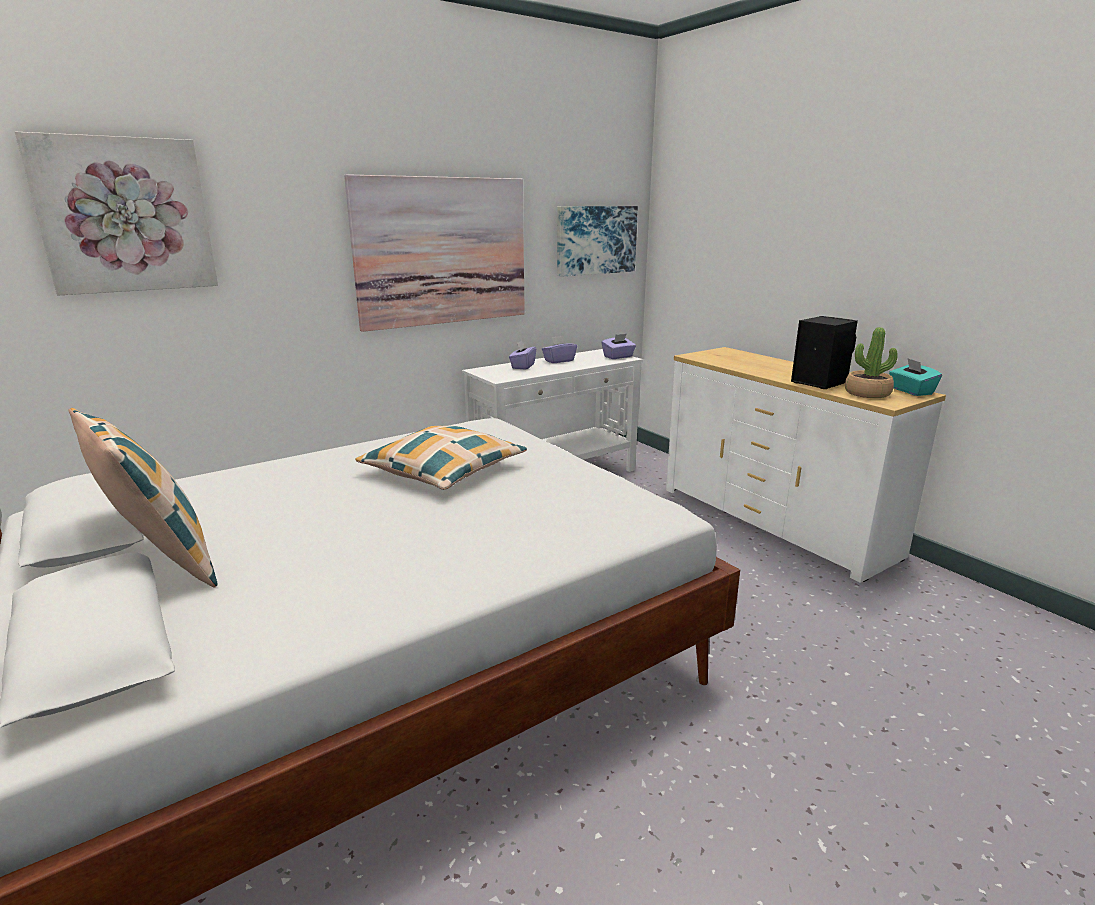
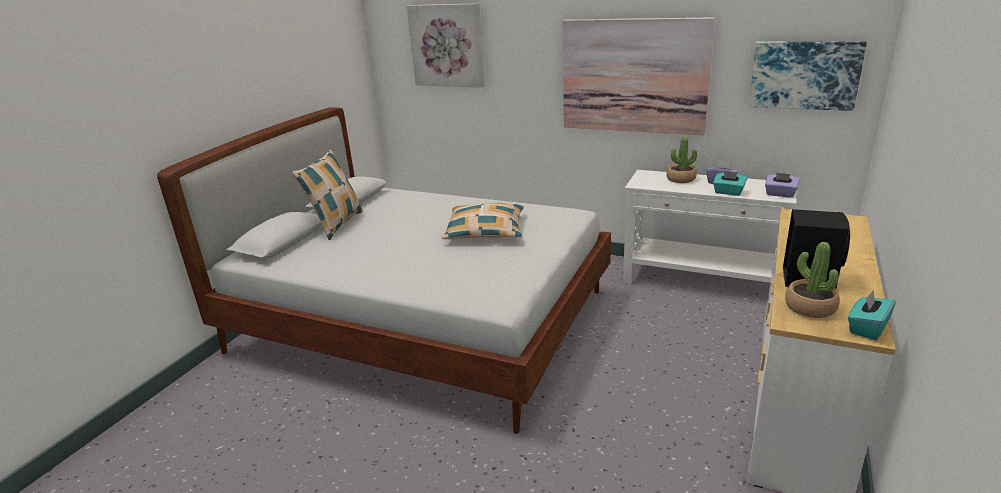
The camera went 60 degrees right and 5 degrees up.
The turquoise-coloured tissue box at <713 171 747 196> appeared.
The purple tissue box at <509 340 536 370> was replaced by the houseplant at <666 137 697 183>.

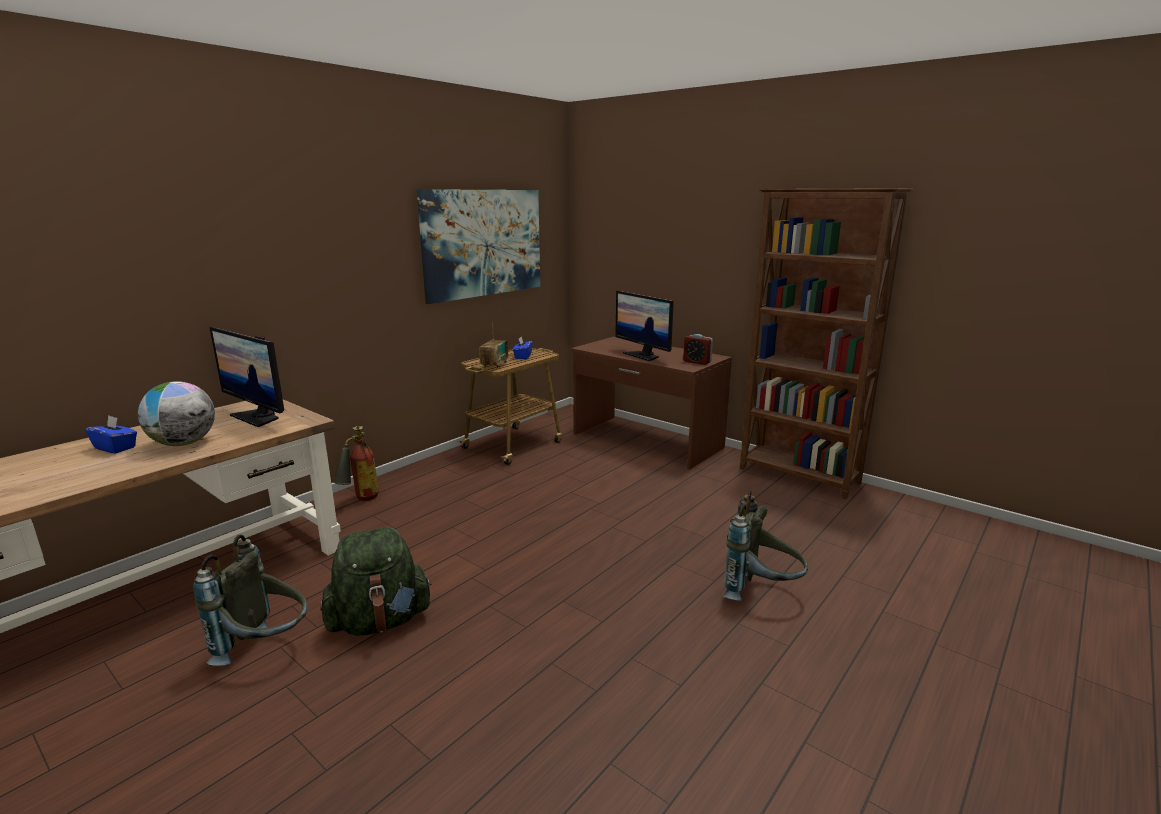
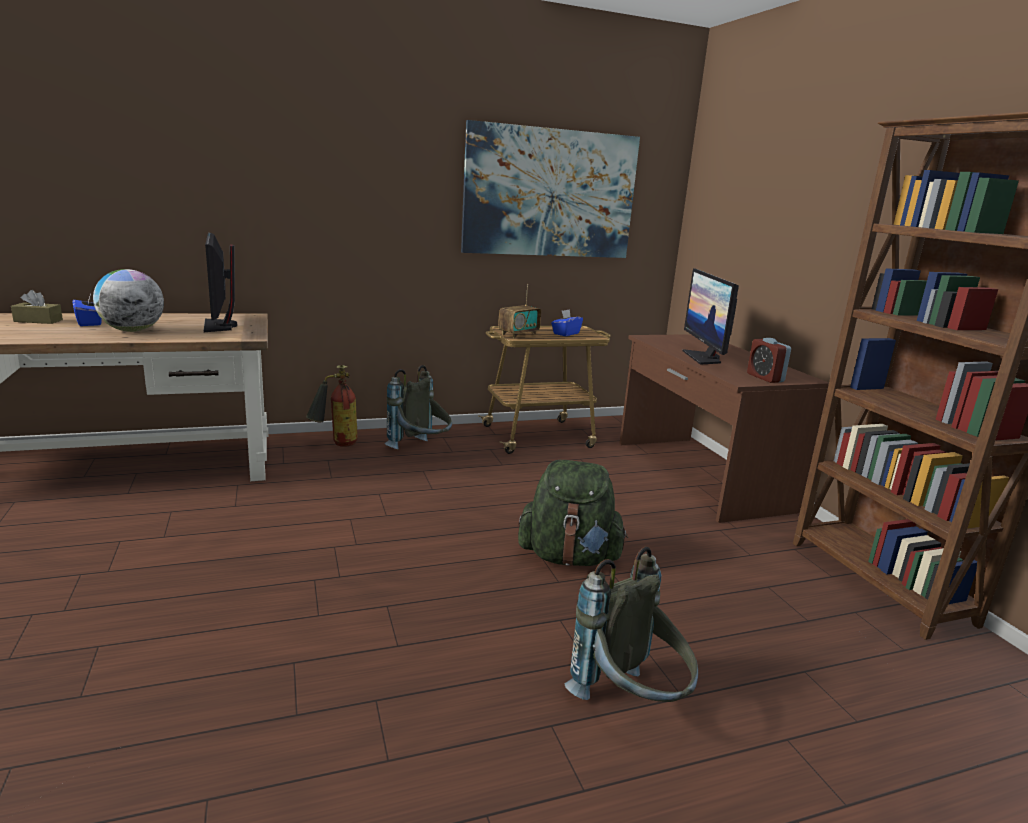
The camera went 30 degrees right and 0 degrees up.
The brownish tissue box at <11 290 63 324> appeared.
The greyish backpack moved from <193 534 307 666> to <385 365 452 450>.
The green-coloured backpack moved from <320 527 432 636> to <518 460 628 566>.

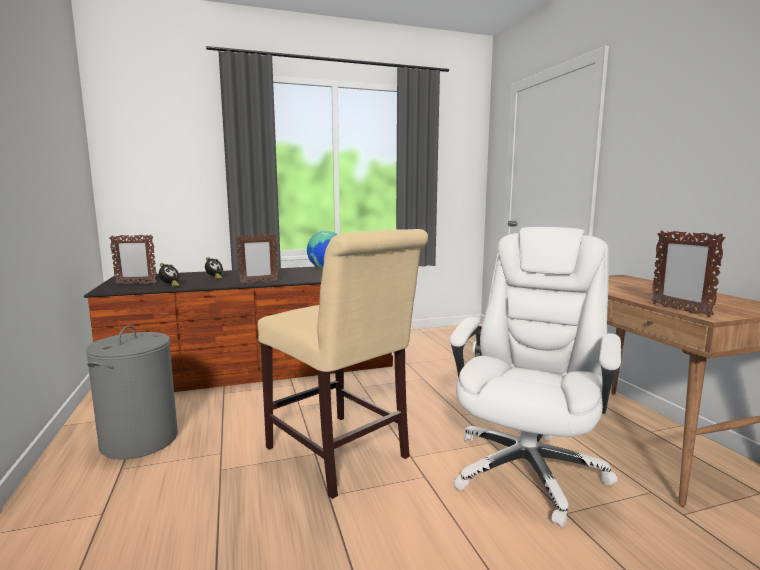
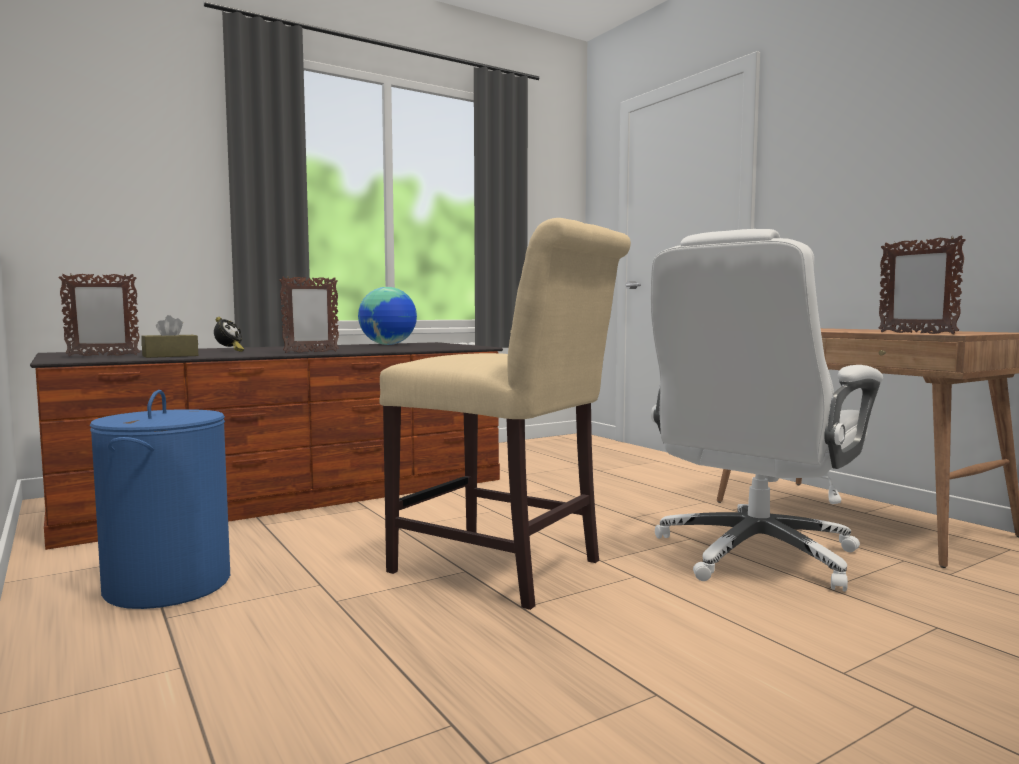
The camera went 15 degrees left and 5 degrees down.
The table clock at <159 263 180 287> was replaced by the brownish tissue box at <141 315 198 358>.
The greyish washing basket at <86 326 178 460> became the bluish washing basket at <90 390 230 609>.
The white-coloured office chair at <449 227 621 527> turned 150 degrees counterclockwise.

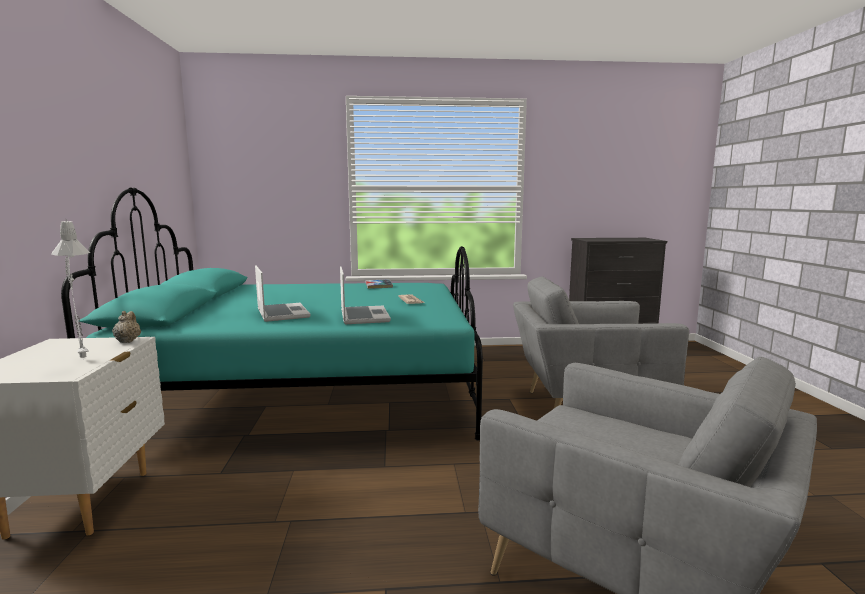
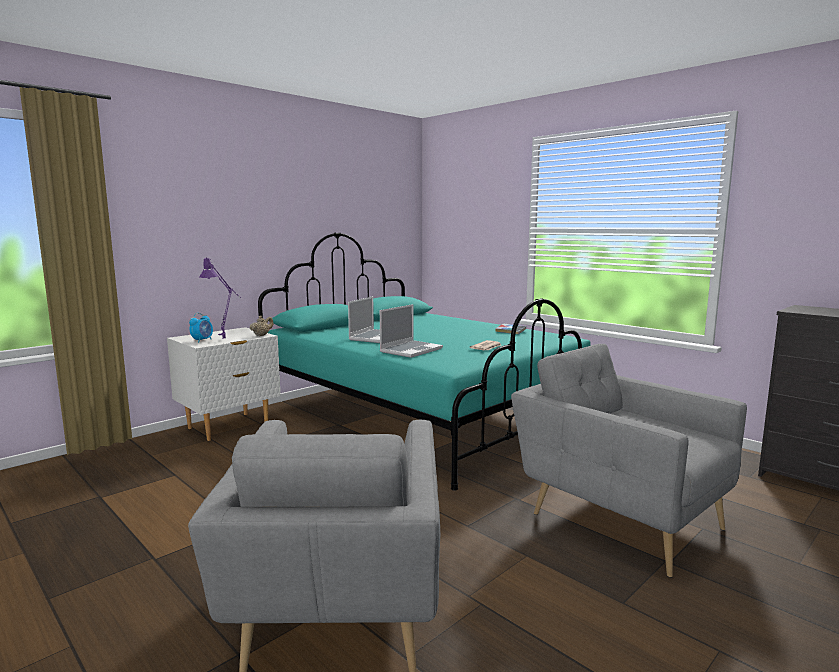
The camera went 50 degrees right and 0 degrees up.
The table clock at <189 313 213 343> appeared.
The greyish tabletop lamp at <51 219 90 358> became the purple tabletop lamp at <200 257 241 338>.

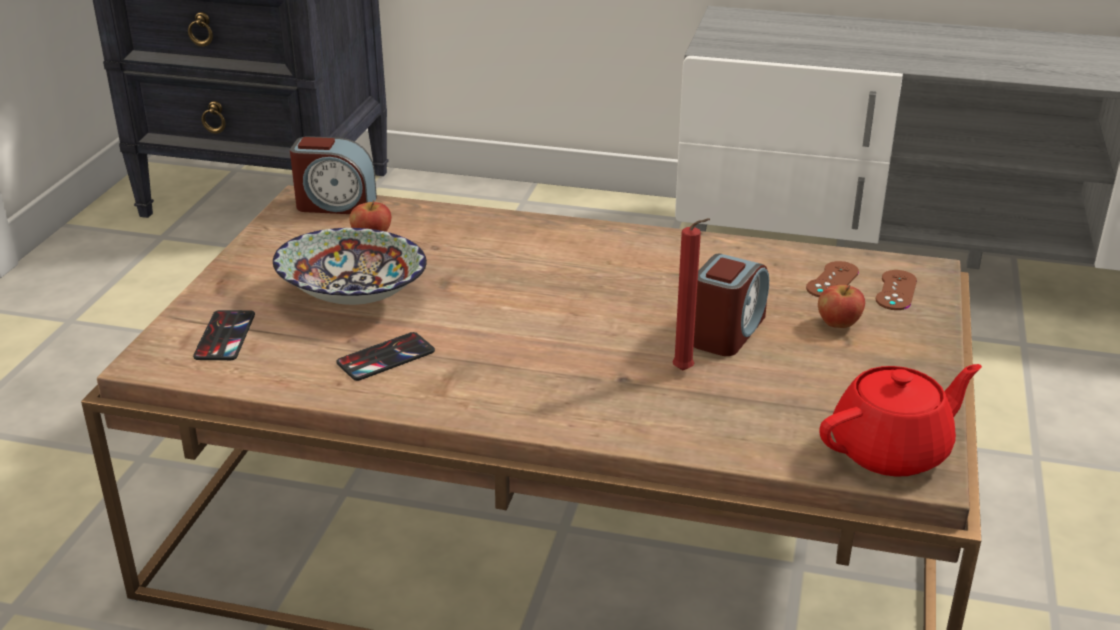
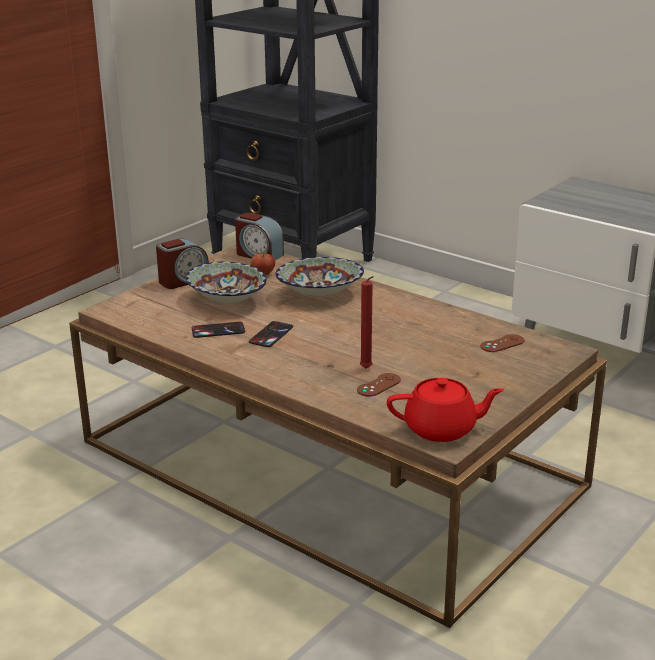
The camera went 25 degrees right and 5 degrees down.
The apple at <818 285 865 328> disappeared.
The bowl at <275 257 364 296> appeared.
The telephone moved from <193 310 255 360> to <249 321 293 347>.
The table clock moved from <693 253 769 356> to <156 238 209 289>.
The brownish game controller moved from <876 270 917 310> to <357 373 401 397>.

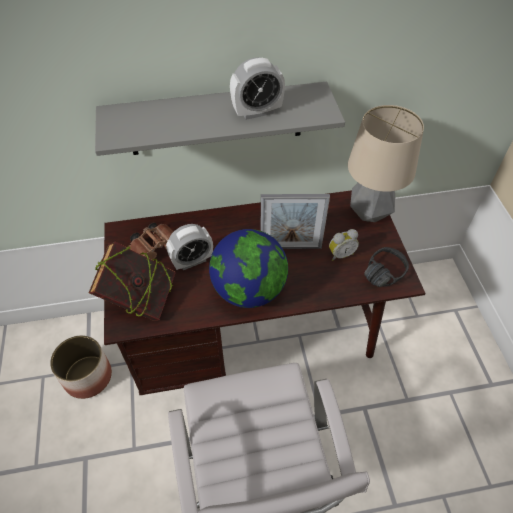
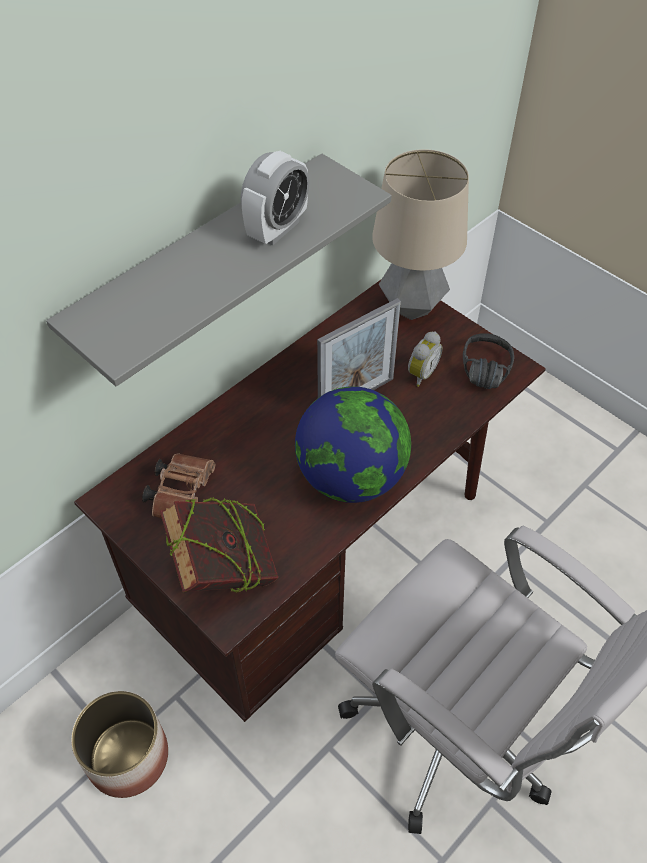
The camera went 35 degrees left and 0 degrees up.
The table clock at <166 224 213 270> disappeared.

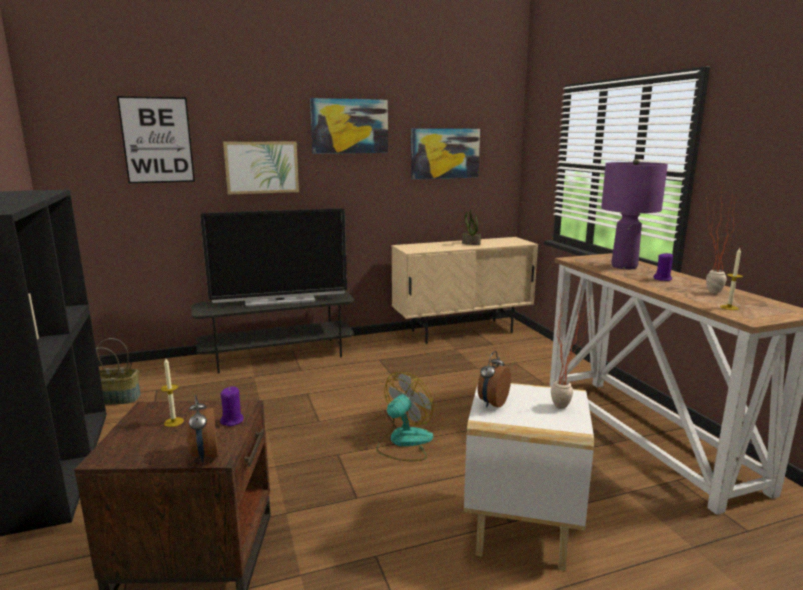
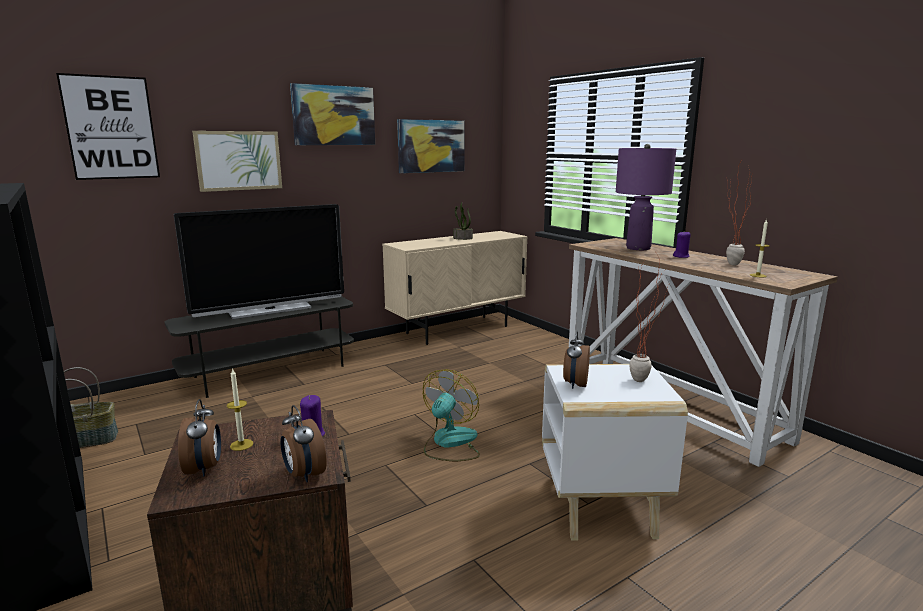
The camera went 15 degrees left and 0 degrees up.
The table clock at <178 399 221 477> appeared.

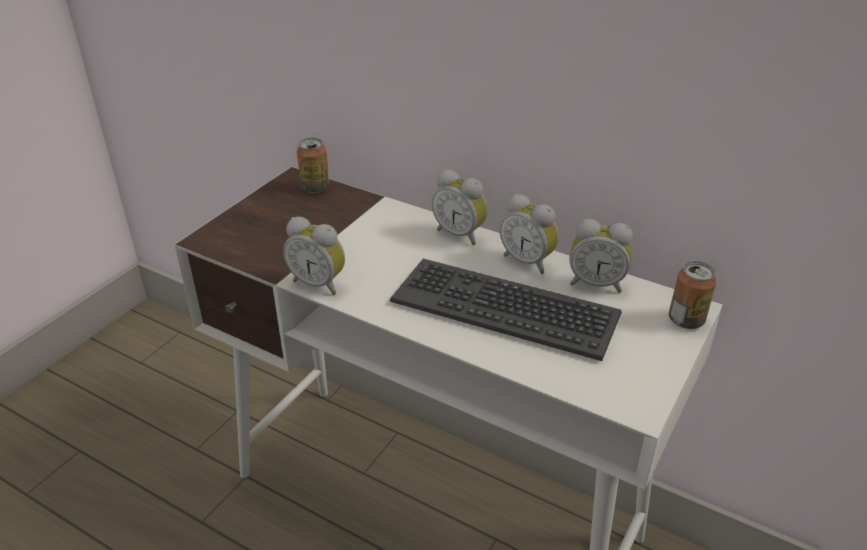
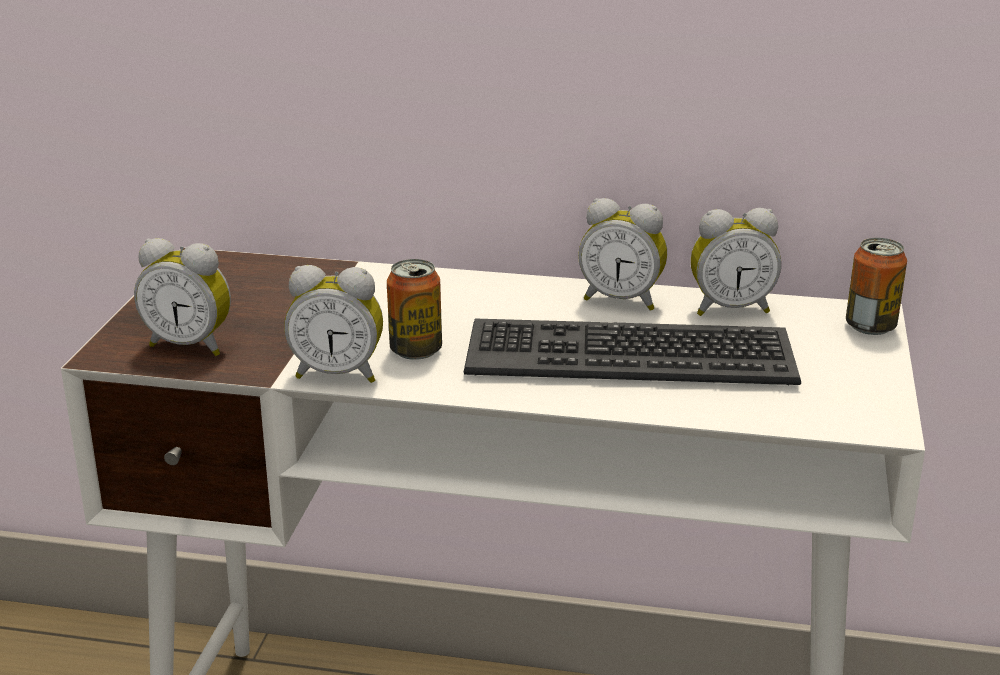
The camera went 20 degrees left and 10 degrees down.
The metal can moved from <297 138 330 193> to <387 259 442 360>.
The table clock moved from <432 170 488 245> to <134 238 231 356>.

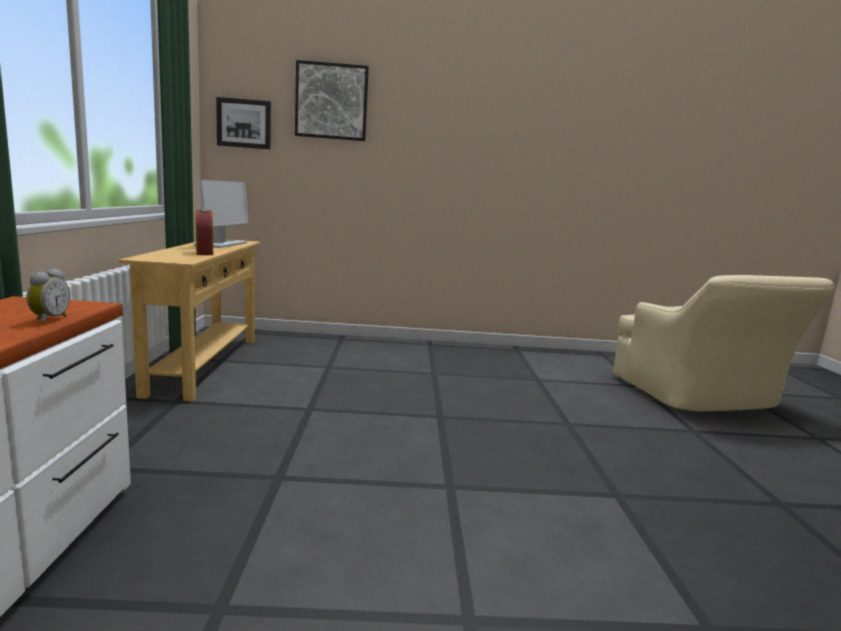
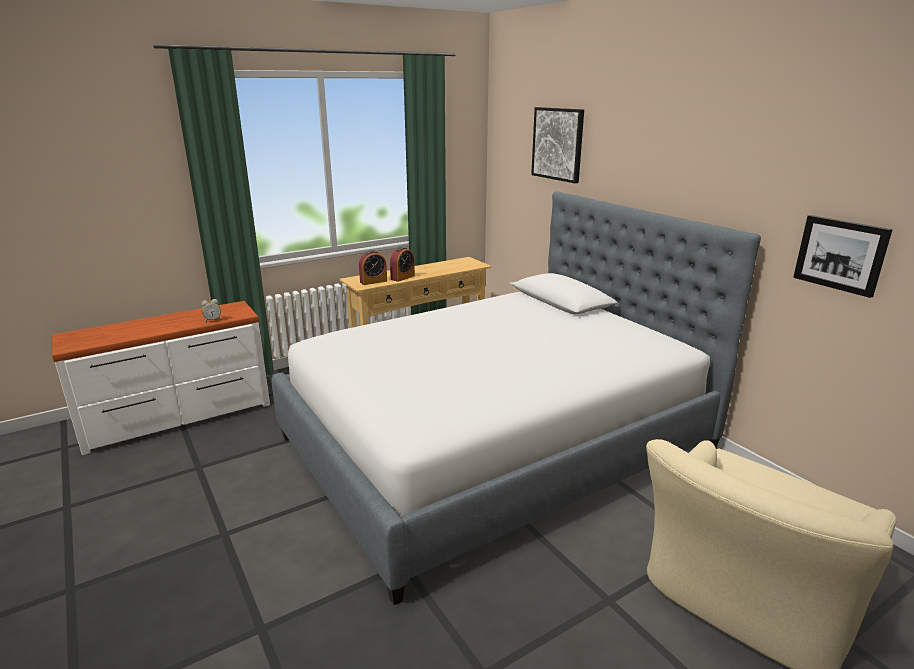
The camera went 60 degrees right and 10 degrees up.
The computer screen at <194 180 248 248> disappeared.
The bedroom bed at <271 191 761 605> appeared.
The table clock at <359 250 387 285> appeared.
The wall picture moved from <216 97 271 149> to <793 215 893 298>.

